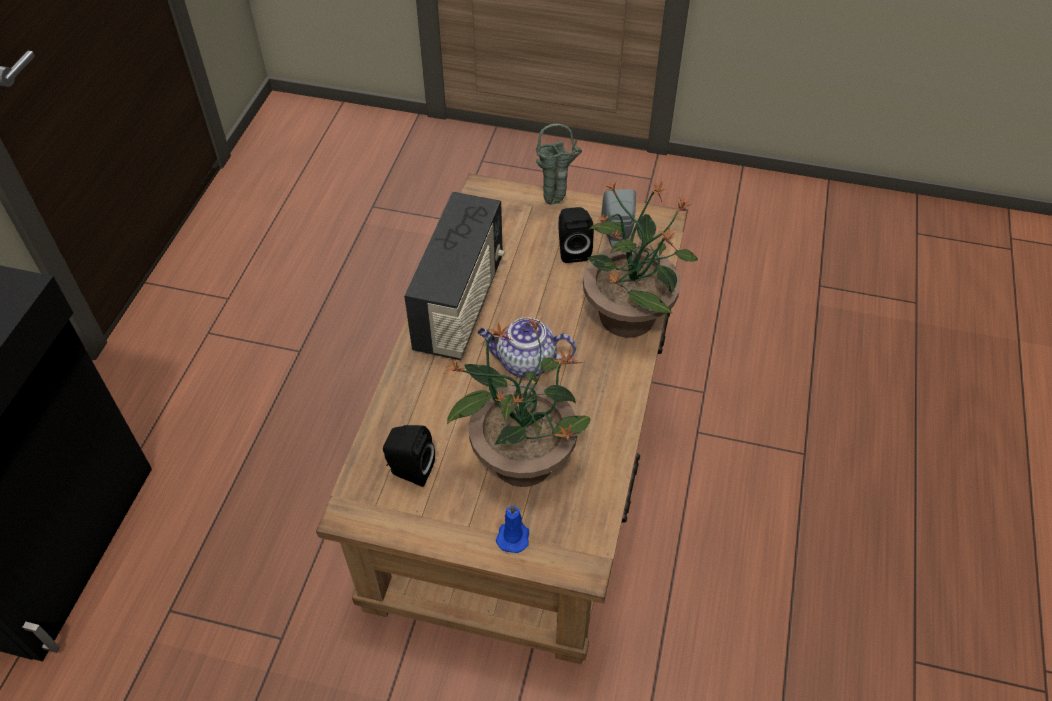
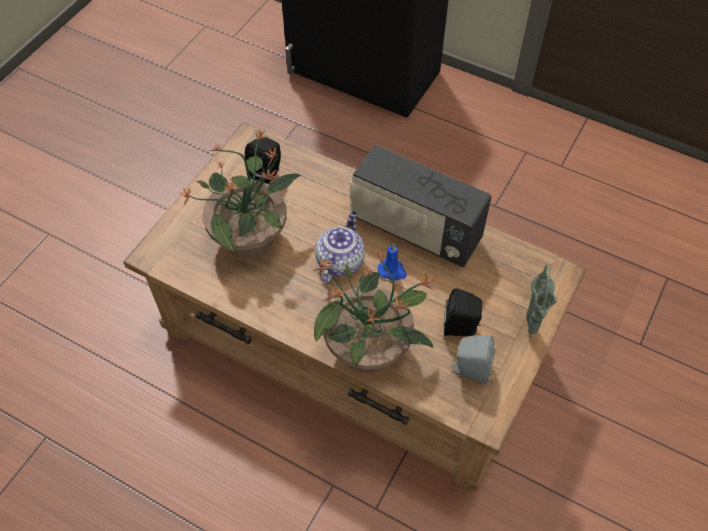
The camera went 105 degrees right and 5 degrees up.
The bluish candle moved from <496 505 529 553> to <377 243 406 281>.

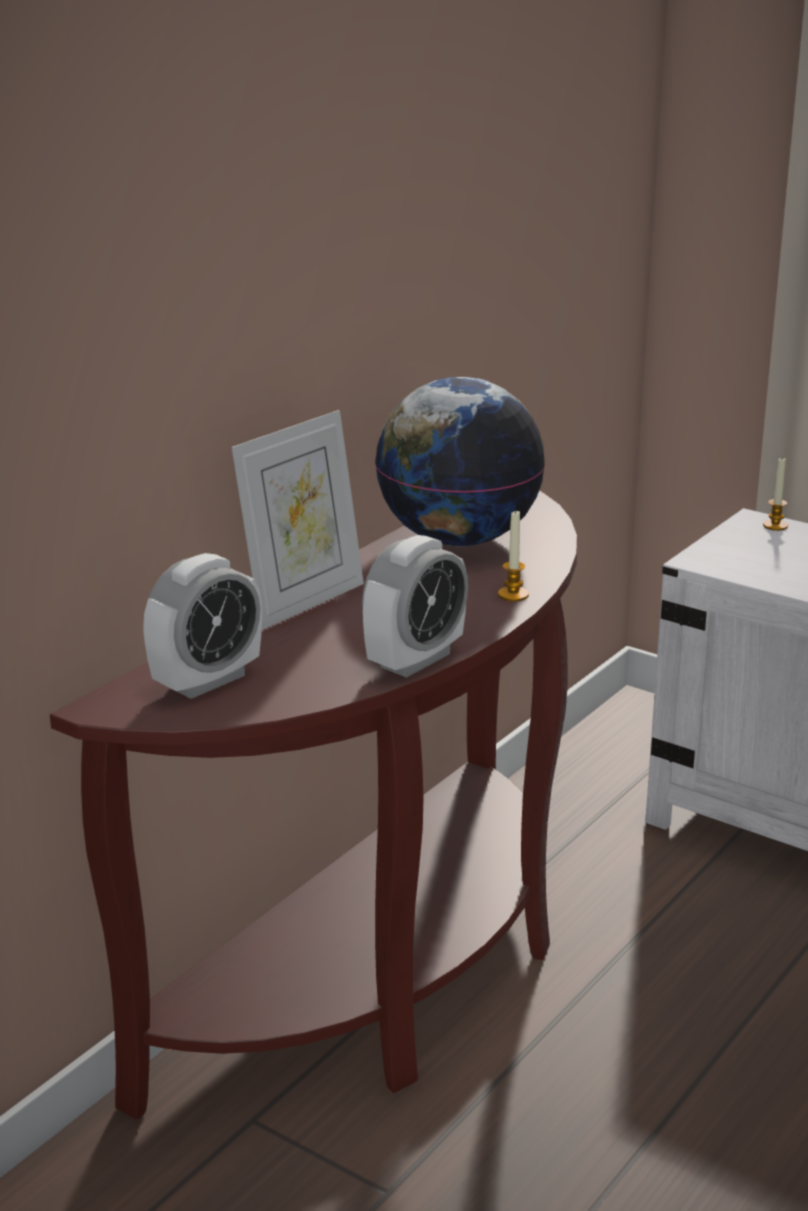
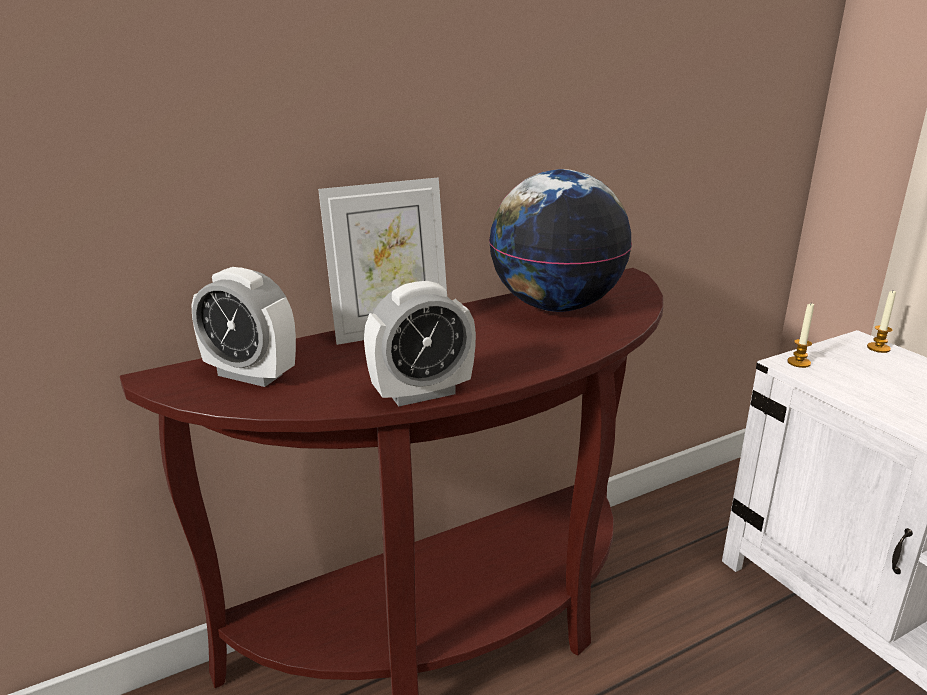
The camera went 25 degrees right and 0 degrees up.
The candle moved from <498 510 529 602> to <787 304 814 368>.
The table clock at <143 553 262 699> turned 45 degrees clockwise.

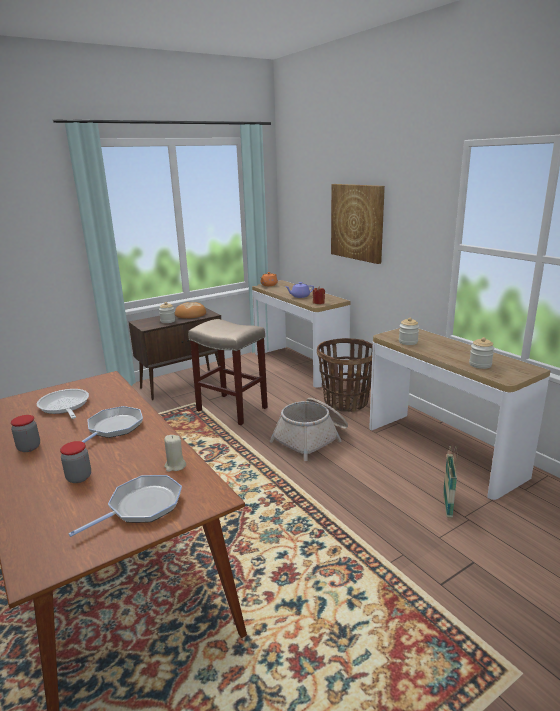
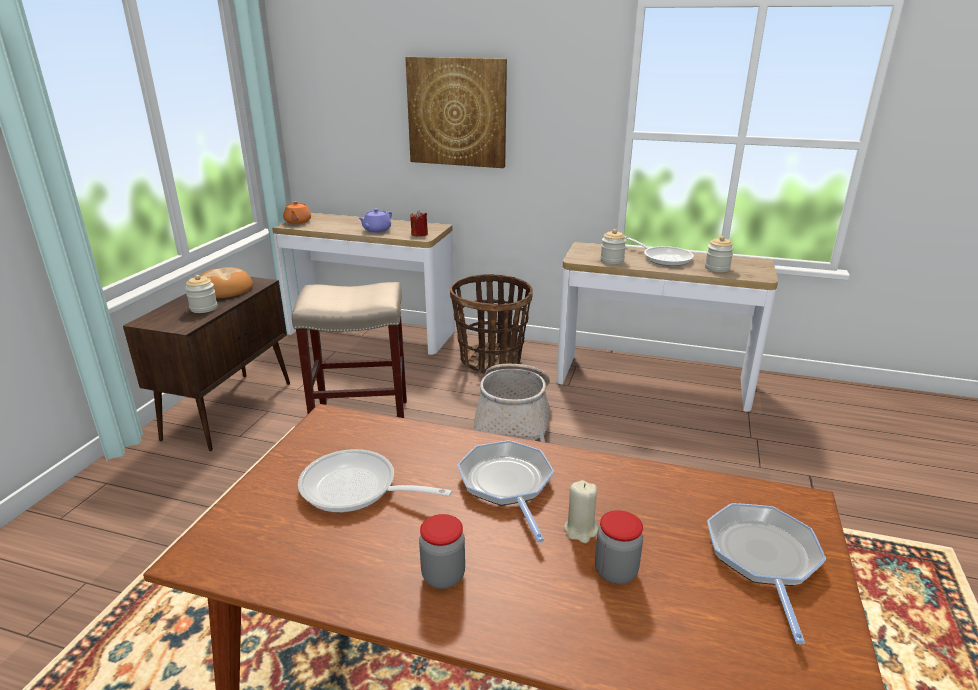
The camera went 40 degrees left and 5 degrees up.
The storage basket at <443 446 457 518> disappeared.
The frying pan at <625 236 694 266> appeared.
The beige candle moved from <164 435 186 472> to <564 480 598 543>.

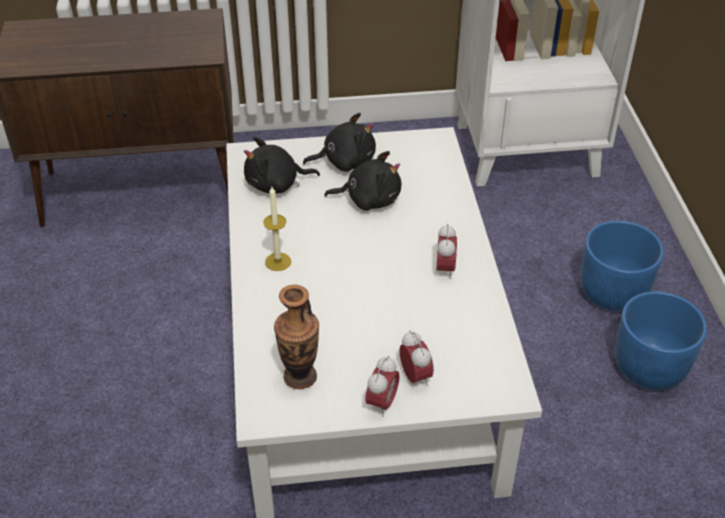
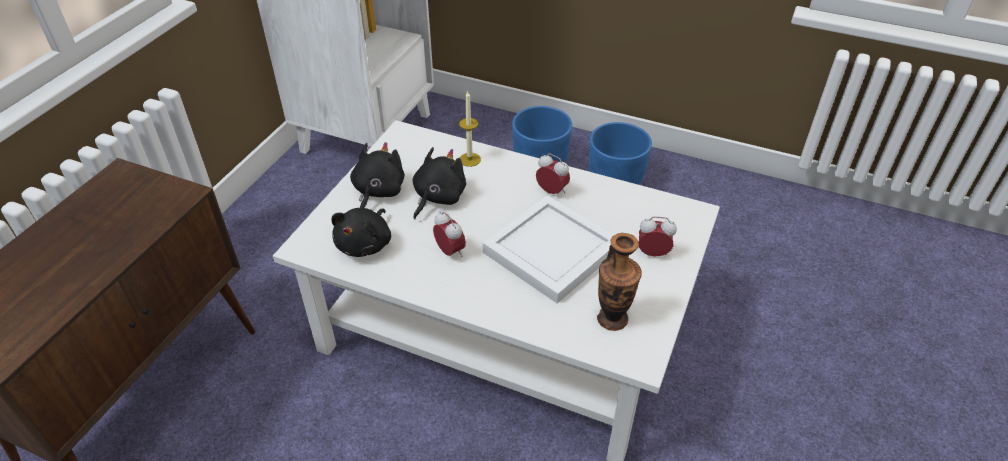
The camera went 60 degrees left and 0 degrees up.
The white-coloured tray at <483 196 614 303> appeared.
The candle moved from <263 187 291 271> to <459 90 481 167>.
The table clock moved from <365 356 400 417> to <433 212 466 257>.

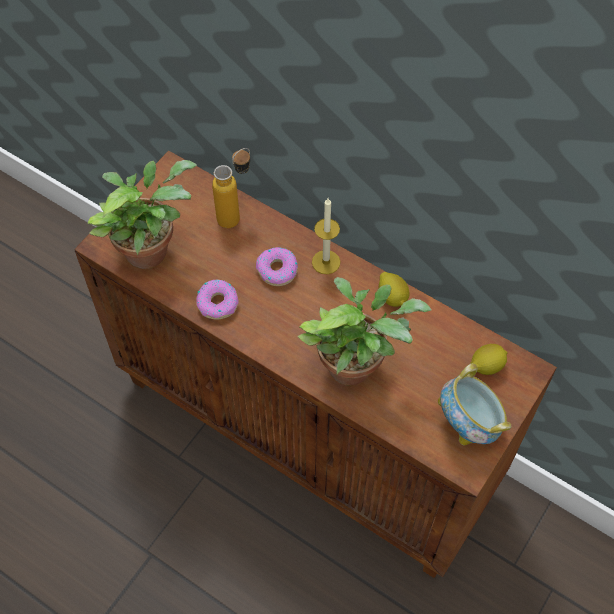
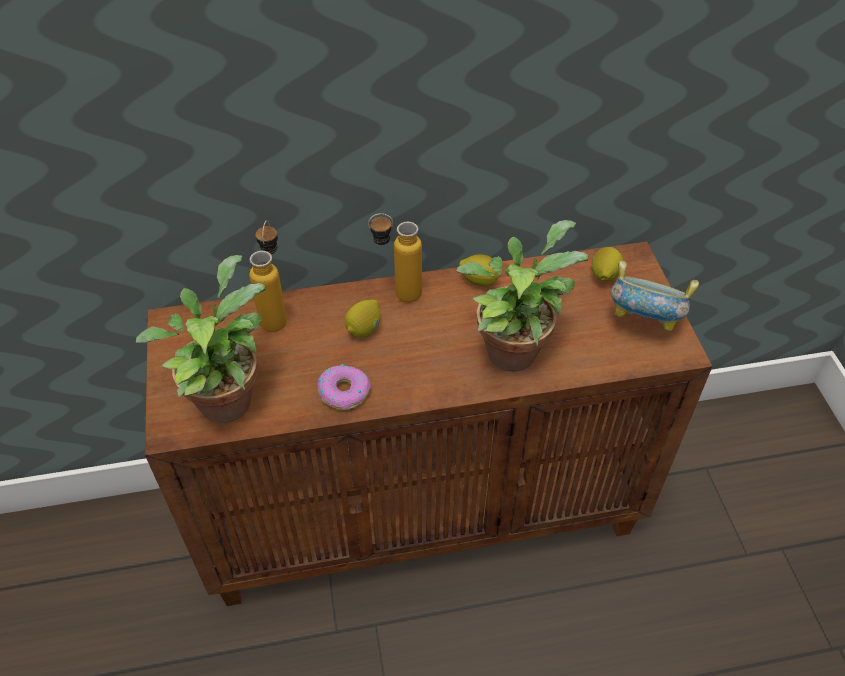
The camera went 45 degrees left and 10 degrees down.
The ring doughnut at <256 247 298 286> was replaced by the lemon at <344 300 381 338>.
The candle at <312 198 340 274> was replaced by the beverage bottle at <368 213 422 302>.

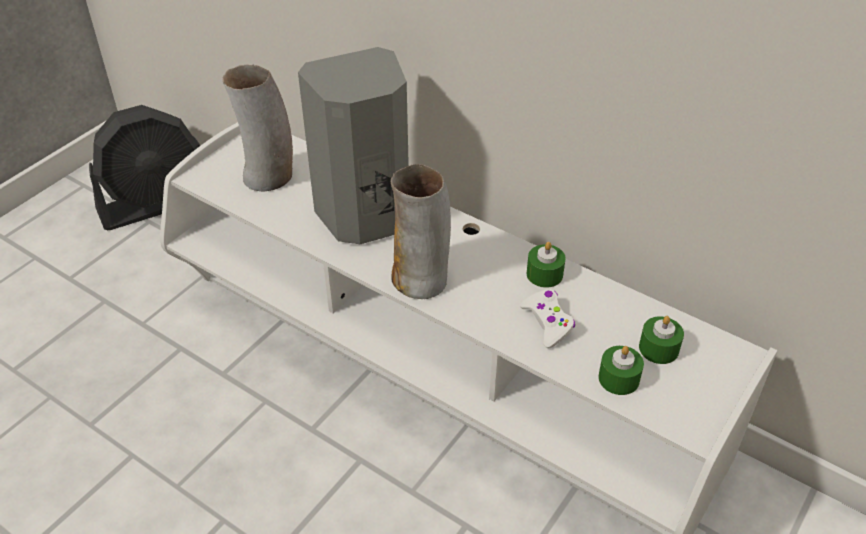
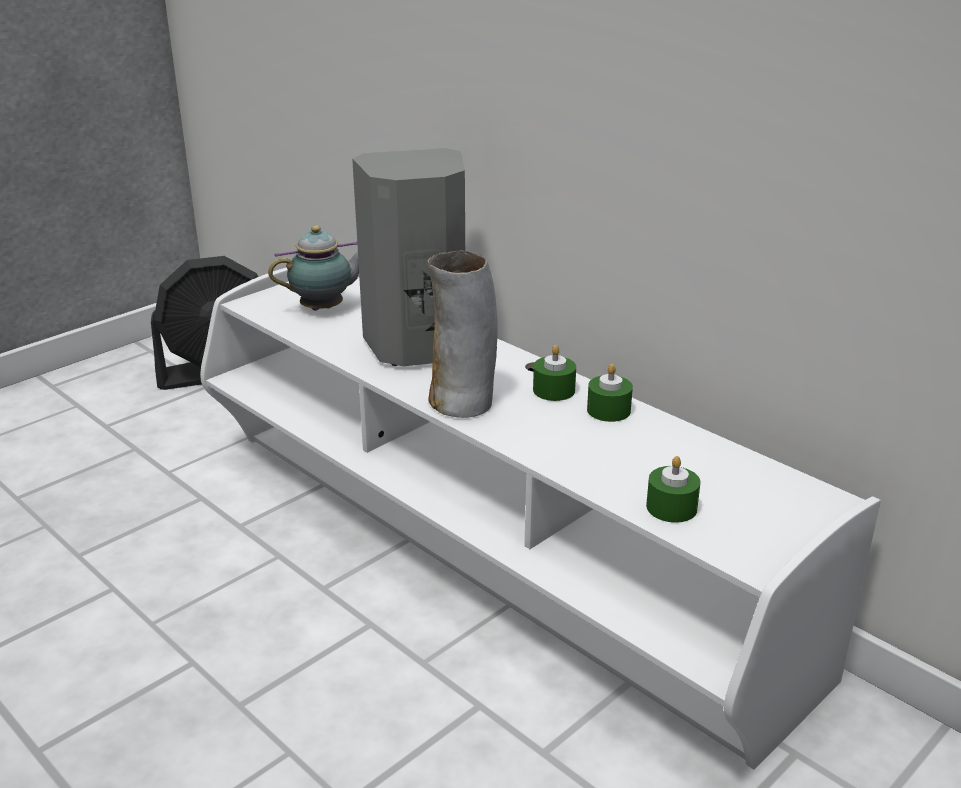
The camera went 10 degrees right and 15 degrees down.
The white-coloured game controller at <520 289 575 348> disappeared.
The green-coloured candle moved from <639 316 684 364> to <533 345 576 401>.
The decorative vase at <222 64 293 191> was replaced by the tea pot at <268 225 359 311>.

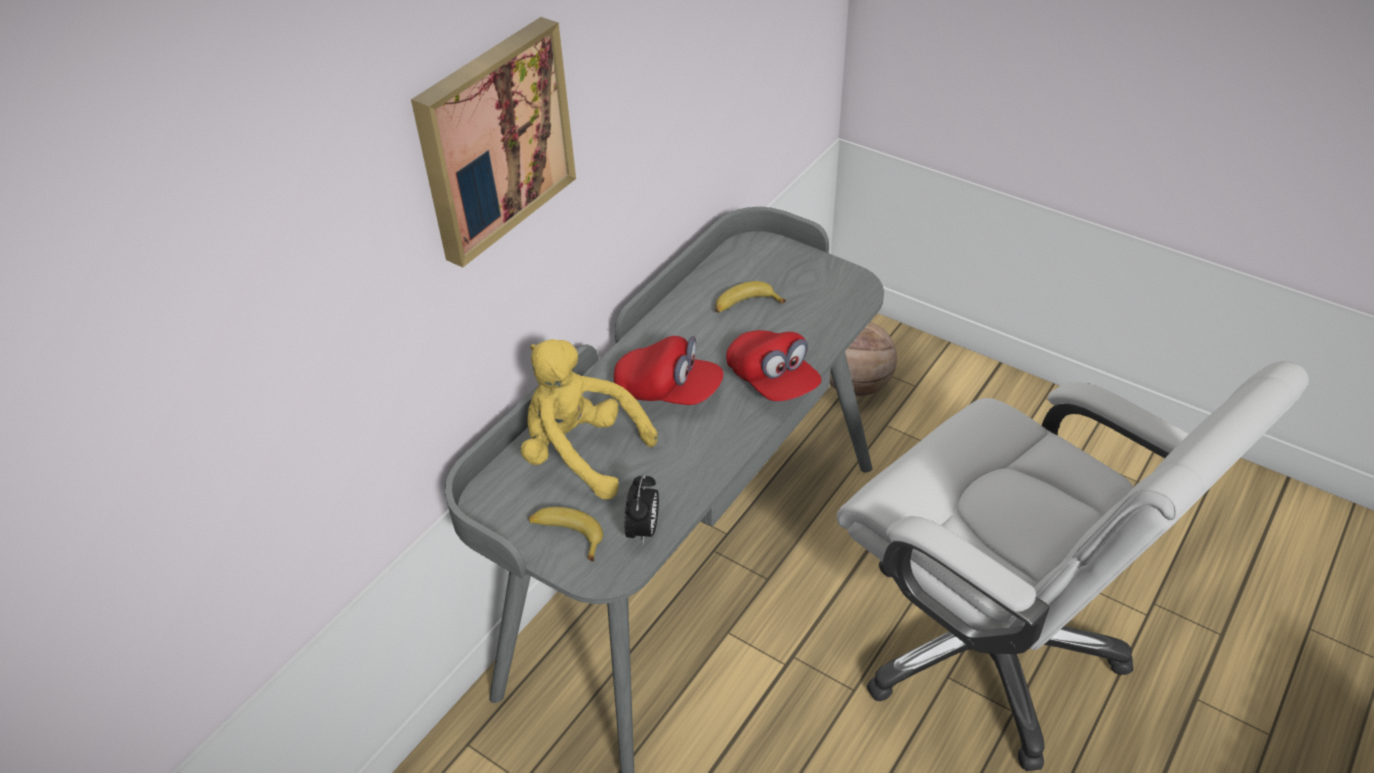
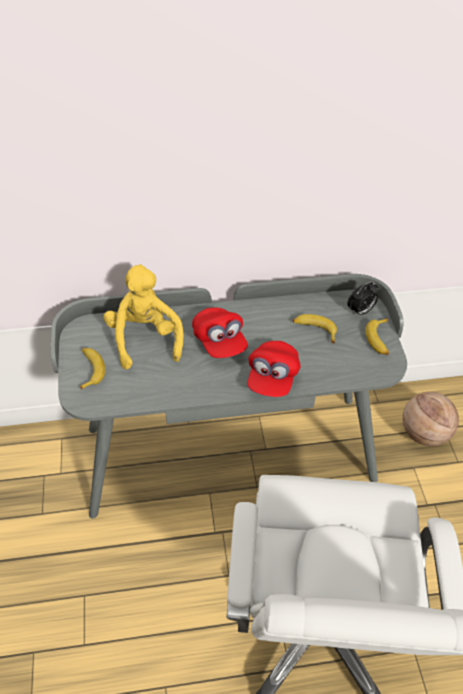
The camera went 45 degrees right and 5 degrees up.
The wall picture at <411 17 576 267> disappeared.
The whole banana at <365 318 389 355> appeared.
The table clock moved from <625 475 659 544> to <347 281 379 316>.

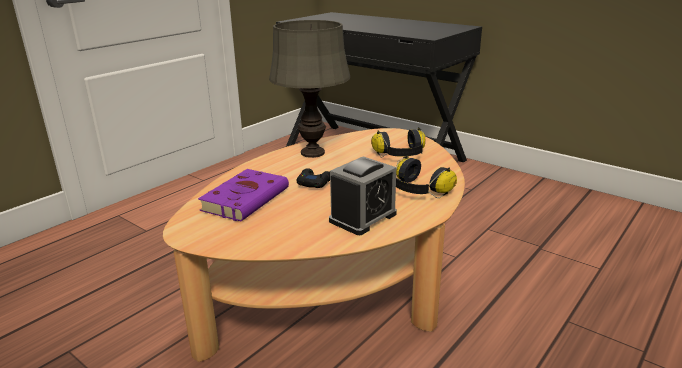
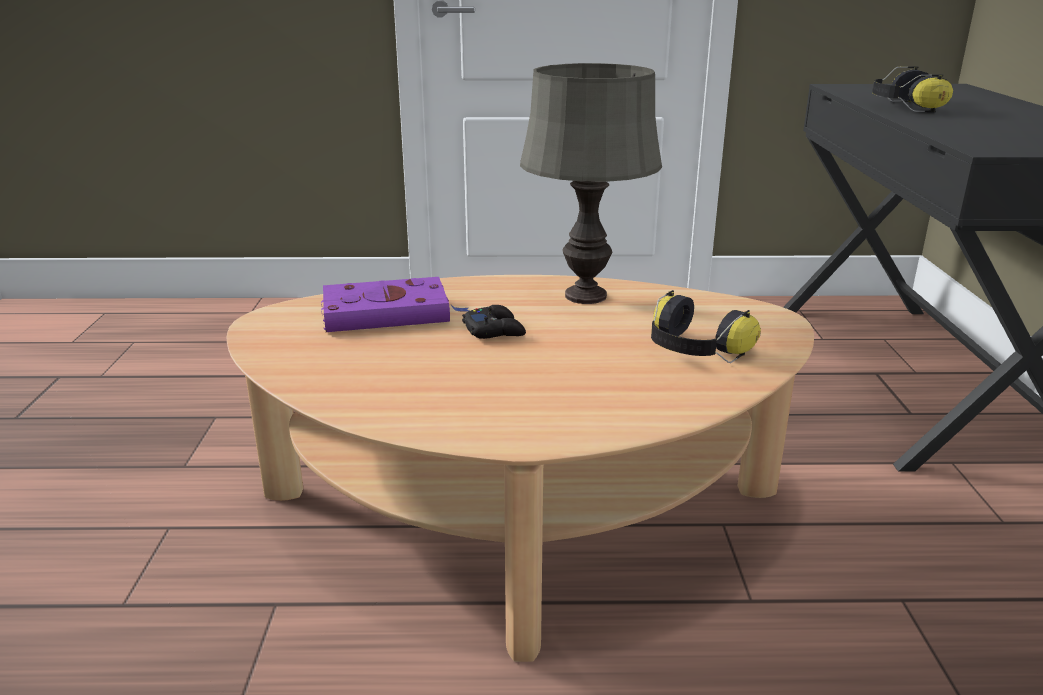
The camera went 50 degrees right and 0 degrees up.
The table clock at <329 156 397 235> disappeared.
The pair of headphones moved from <396 155 457 198> to <872 66 953 112>.

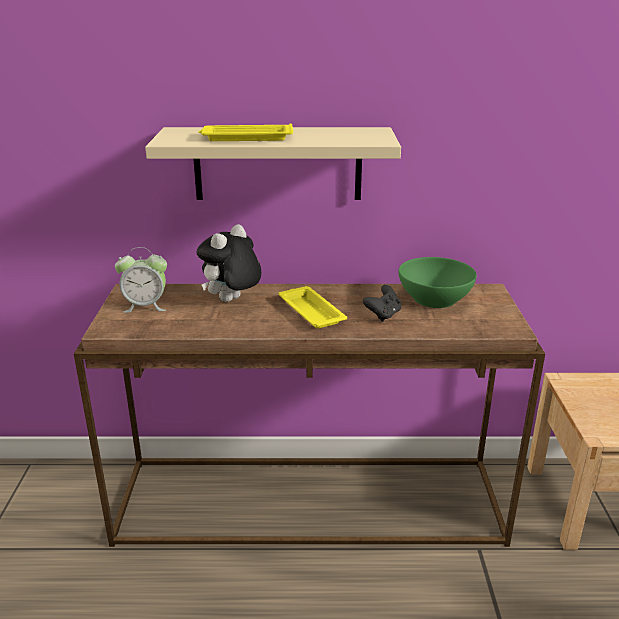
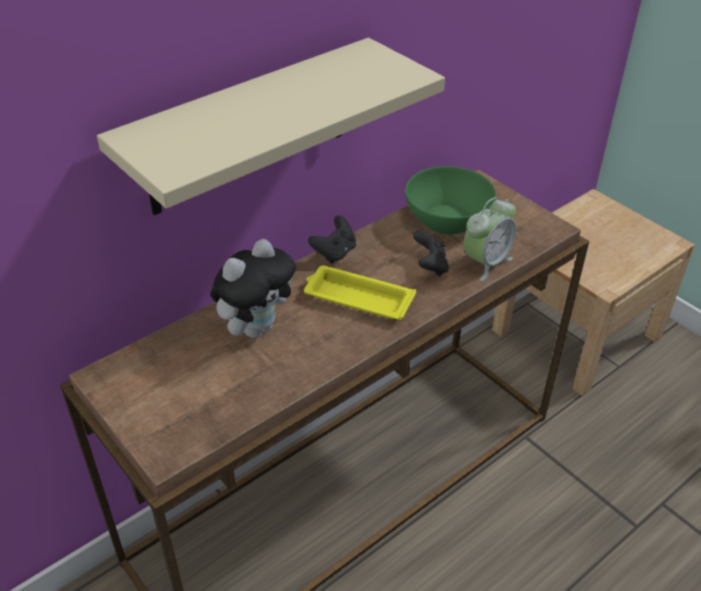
The camera went 40 degrees left and 15 degrees up.
The yellowish tray at <198 123 293 141> disappeared.
The black-coloured game controller at <308 216 356 263> appeared.
The table clock moved from <115 247 167 313> to <464 197 516 281>.
The cuddly toy at <196 224 261 302> turned 135 degrees counterclockwise.

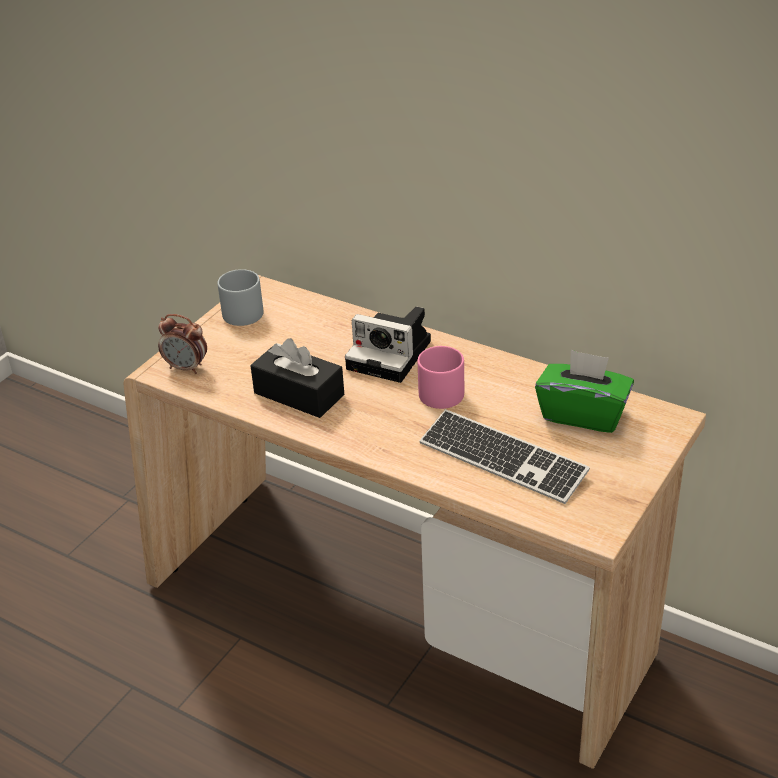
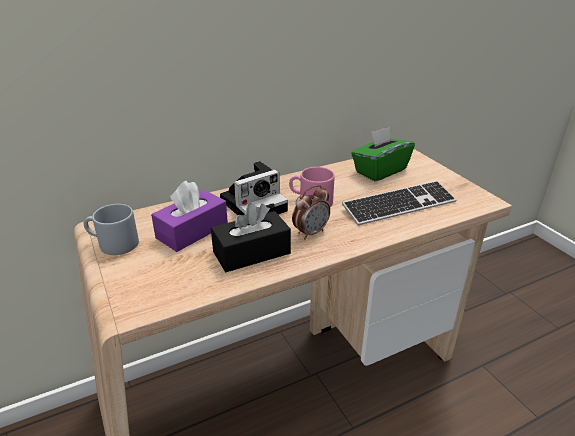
The camera went 60 degrees left and 5 degrees down.
The purple tissue box at <151 181 228 252> appeared.
The table clock moved from <158 314 207 374> to <292 185 330 239>.

